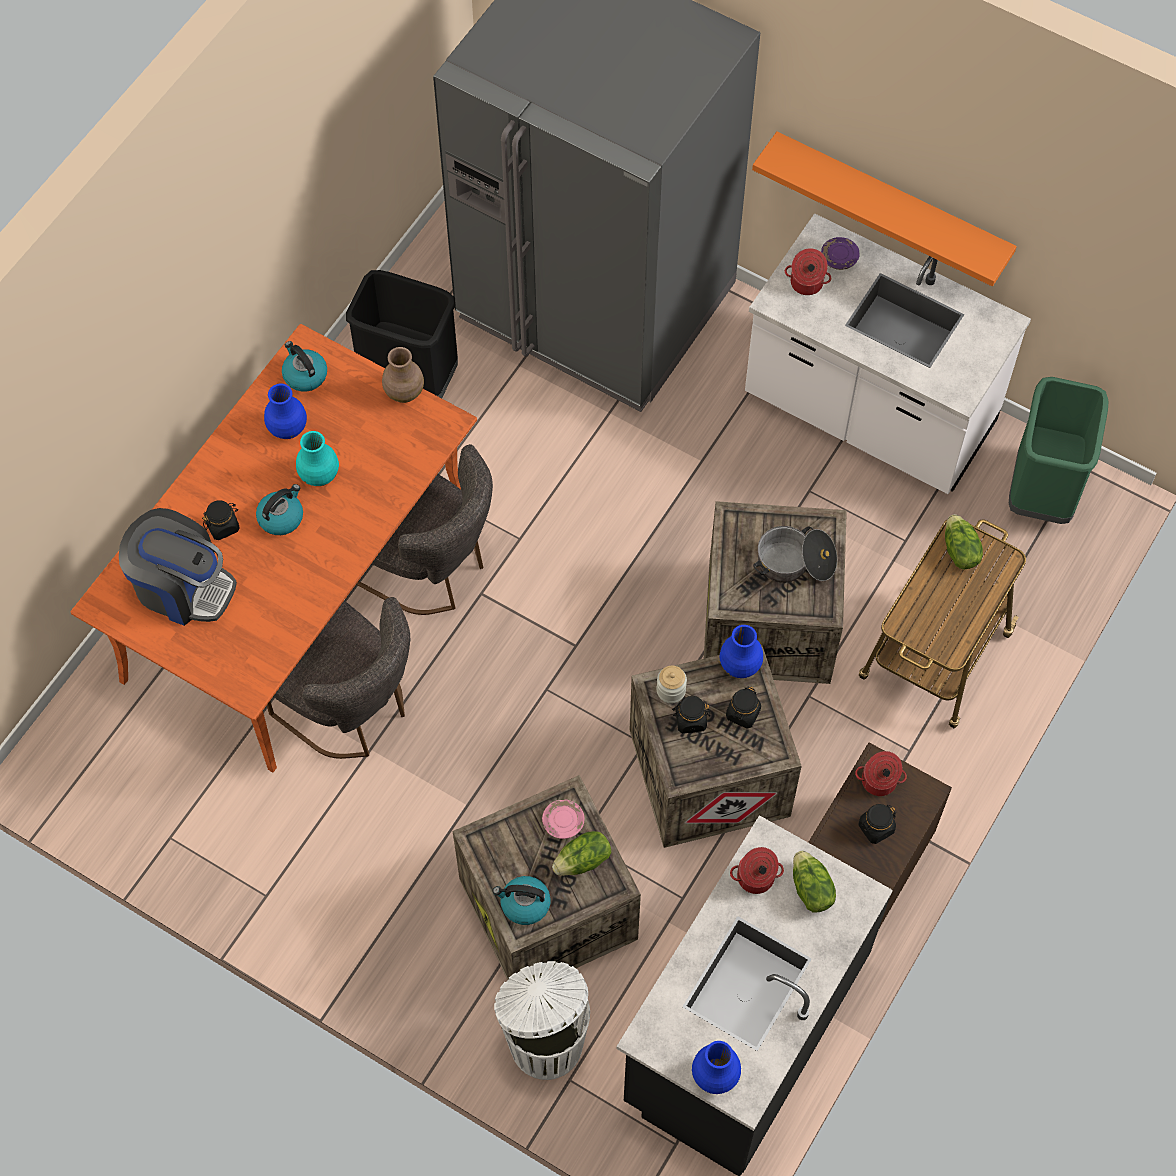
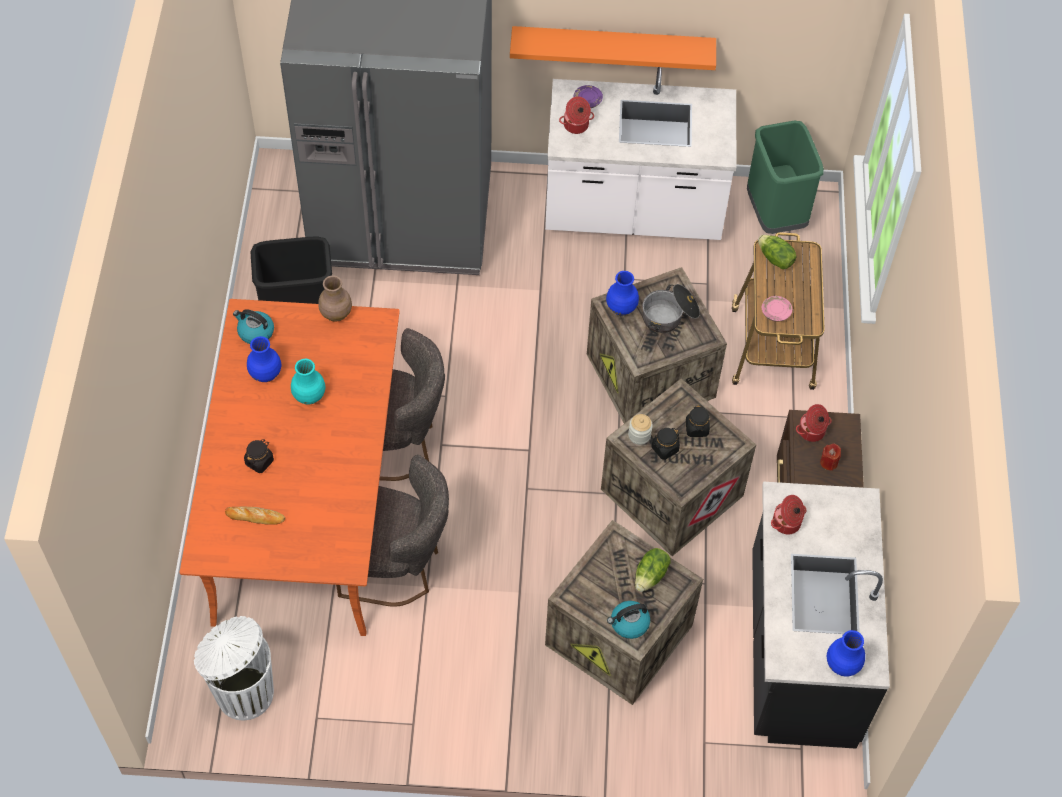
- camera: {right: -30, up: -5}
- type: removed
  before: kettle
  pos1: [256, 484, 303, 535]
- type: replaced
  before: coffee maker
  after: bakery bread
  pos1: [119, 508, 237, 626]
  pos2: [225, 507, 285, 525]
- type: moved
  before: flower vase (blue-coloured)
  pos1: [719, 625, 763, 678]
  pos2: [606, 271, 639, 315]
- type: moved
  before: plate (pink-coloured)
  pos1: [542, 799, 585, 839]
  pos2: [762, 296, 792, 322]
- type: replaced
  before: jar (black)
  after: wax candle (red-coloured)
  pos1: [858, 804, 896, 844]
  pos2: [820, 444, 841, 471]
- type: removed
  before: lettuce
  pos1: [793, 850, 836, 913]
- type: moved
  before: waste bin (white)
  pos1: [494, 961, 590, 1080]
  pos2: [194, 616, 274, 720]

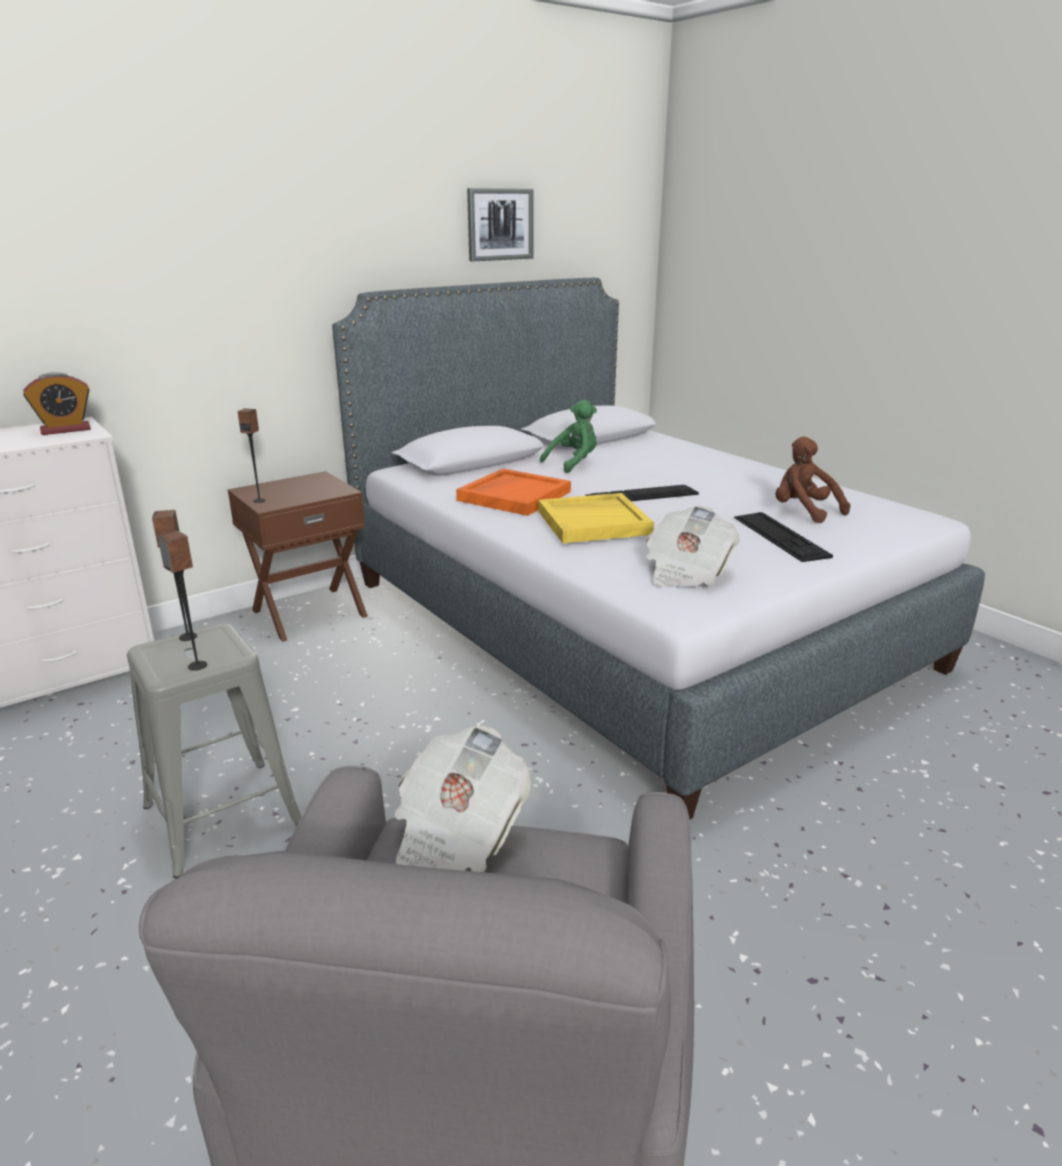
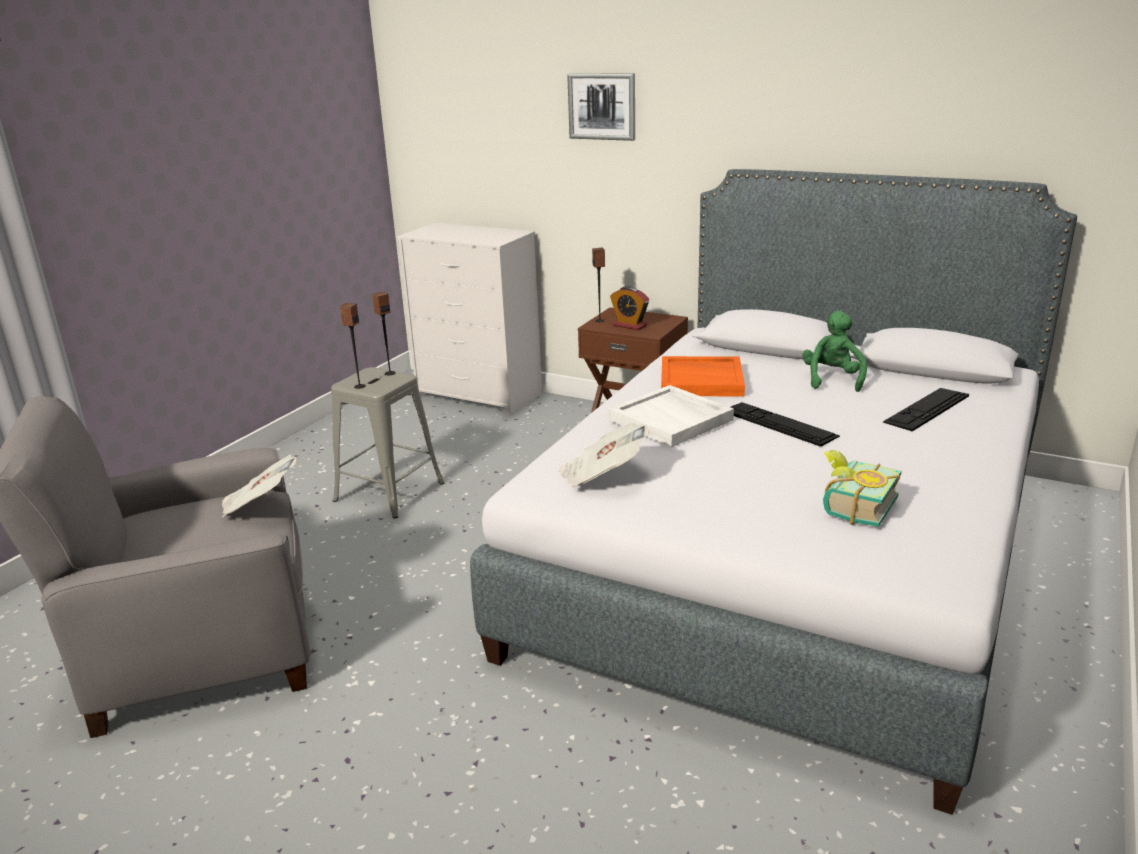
- camera: {right: 65, up: 0}
- type: moved
  before: picture
  pos1: [467, 188, 533, 261]
  pos2: [567, 73, 635, 141]
- type: moved
  before: alarm clock
  pos1: [23, 372, 91, 435]
  pos2: [610, 286, 649, 330]
- type: turned
  before: plush toy (greenish)
  pos1: [540, 400, 597, 473]
  pos2: [802, 311, 867, 392]
  turn: -105
- type: replaced
  before: plush toy (brown)
  after: book
  pos1: [775, 437, 850, 523]
  pos2: [823, 450, 901, 527]
- type: recoloured
  before: carrying tray (yellow)
  after: carrying tray (white)
  pos1: [538, 493, 654, 543]
  pos2: [608, 385, 734, 447]
- type: moved
  before: computer keyboard
  pos1: [734, 512, 833, 562]
  pos2: [883, 388, 969, 431]

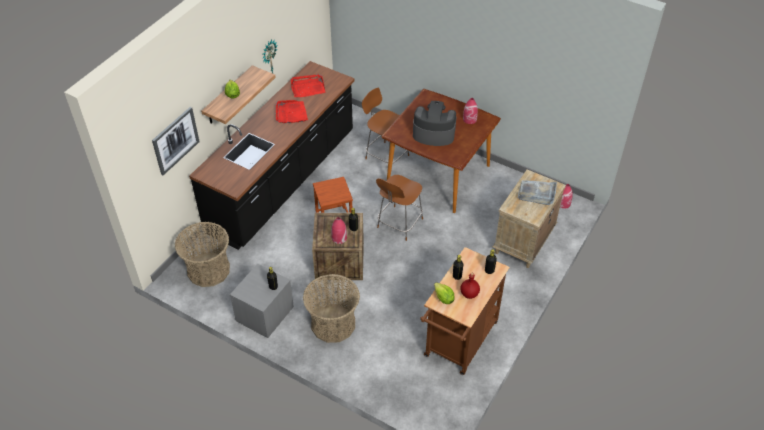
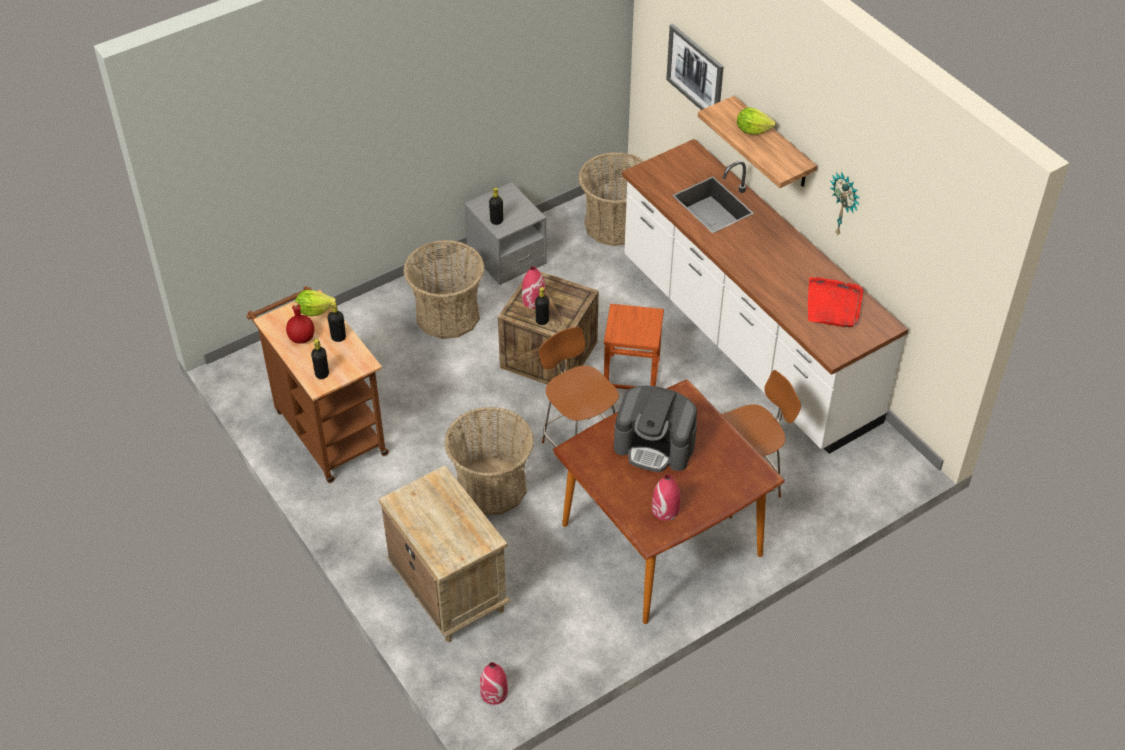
- camera: {right: 115, up: 0}
- type: recoloured
  before: kitchen base unit (black)
  after: kitchen base unit (white)
  pos1: [189, 61, 354, 250]
  pos2: [622, 139, 908, 454]
- type: removed
  before: carrying tray (red-coloured)
  pos1: [276, 100, 308, 123]
- type: turned
  before: coffee maker
  pos1: [413, 101, 456, 146]
  pos2: [614, 386, 697, 472]
  turn: 75
- type: removed
  before: carrying tray (gray)
  pos1: [518, 180, 557, 205]
- type: added
  after: storage basket
  pos2: [444, 407, 534, 515]

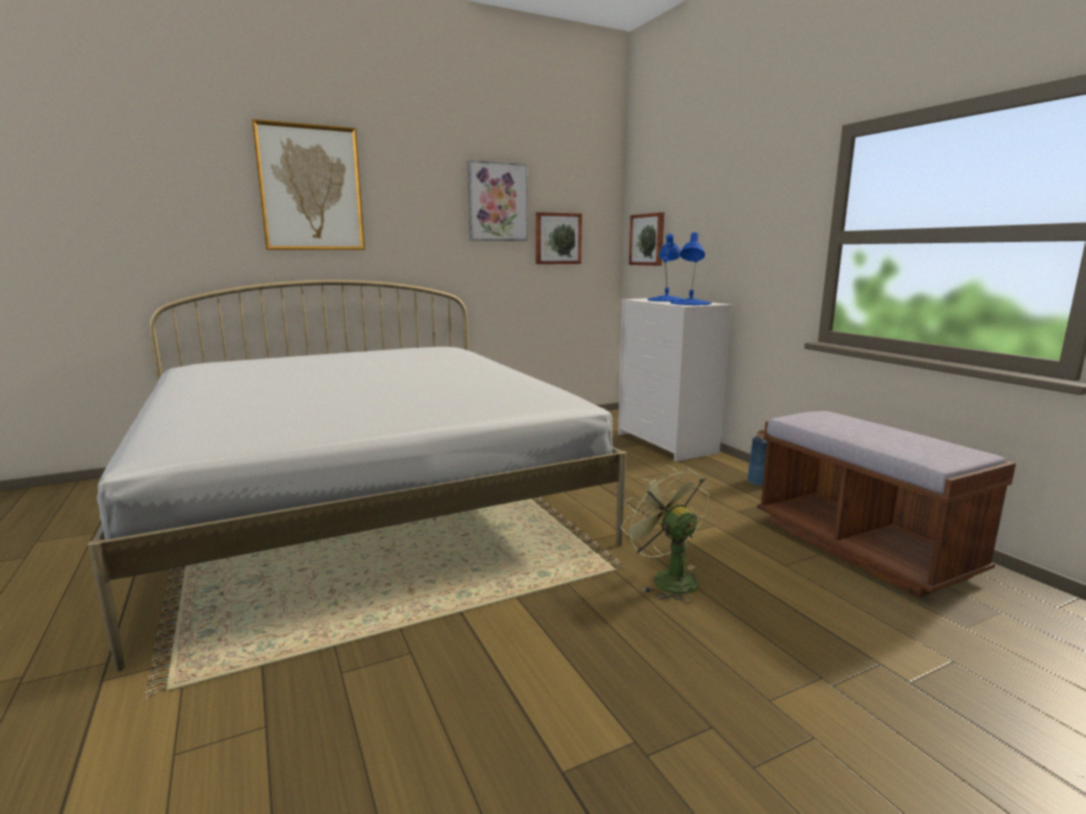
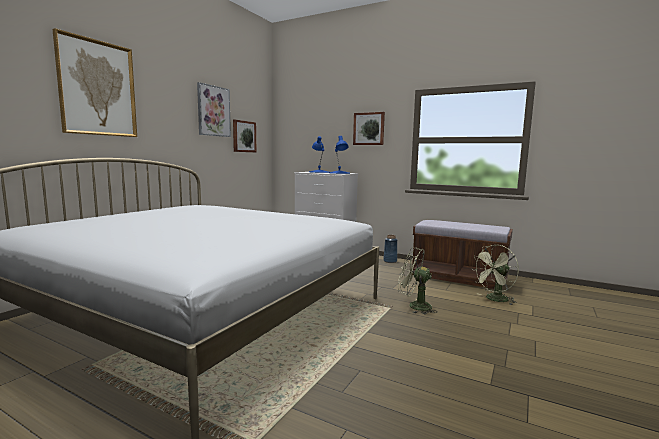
- camera: {right: -35, up: -5}
- type: moved
  before: picture
  pos1: [629, 212, 664, 266]
  pos2: [353, 112, 385, 145]
- type: added
  after: electric fan (greenish)
  pos2: [471, 245, 519, 305]

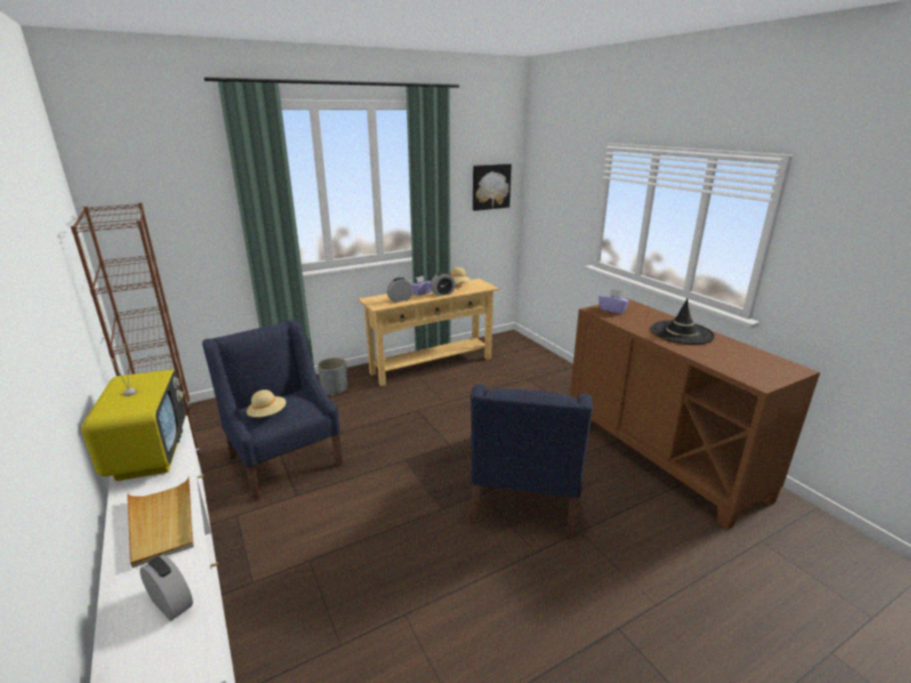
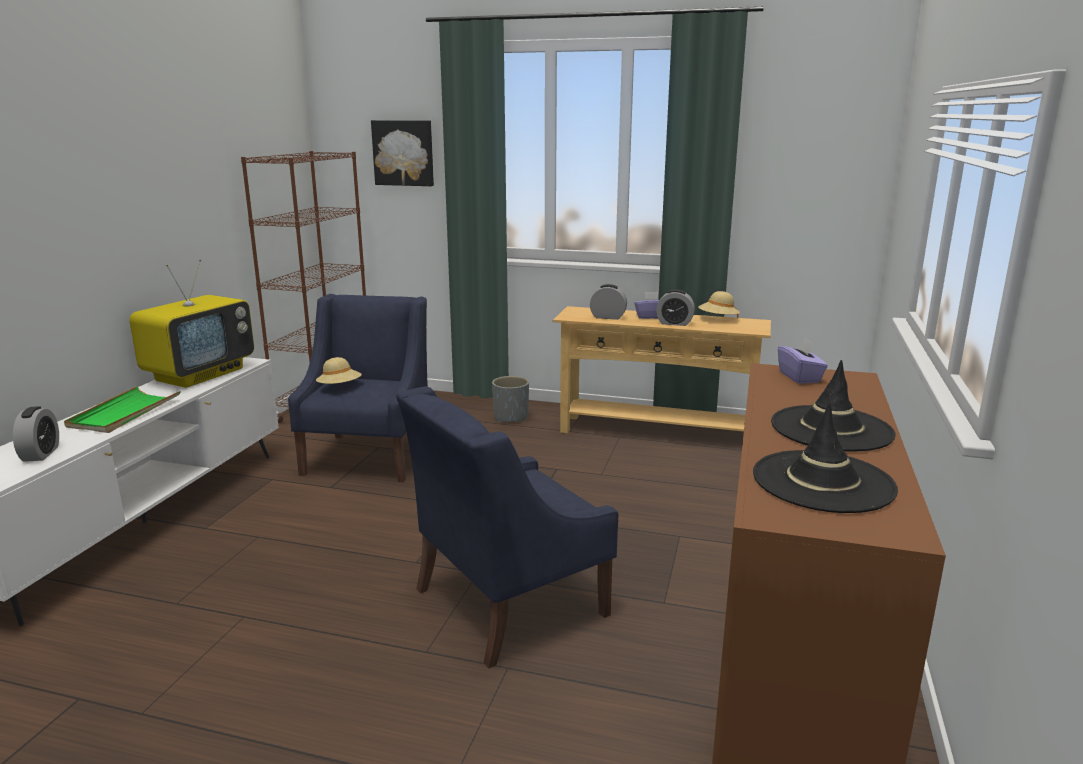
- camera: {right: 45, up: -5}
- type: moved
  before: picture
  pos1: [473, 164, 511, 211]
  pos2: [371, 120, 434, 186]
- type: recoloured
  before: carrying tray (sand-coloured)
  after: carrying tray (greenish)
  pos1: [127, 476, 194, 568]
  pos2: [64, 386, 181, 433]
- type: added
  after: clothing hat (black)
  pos2: [753, 402, 898, 513]

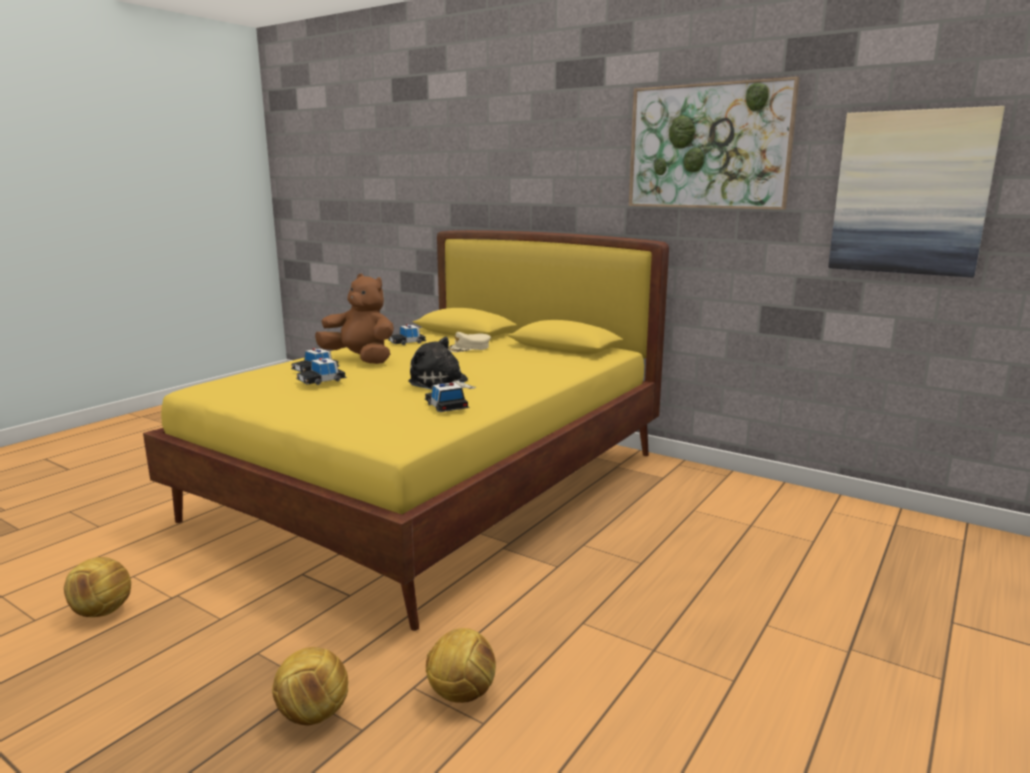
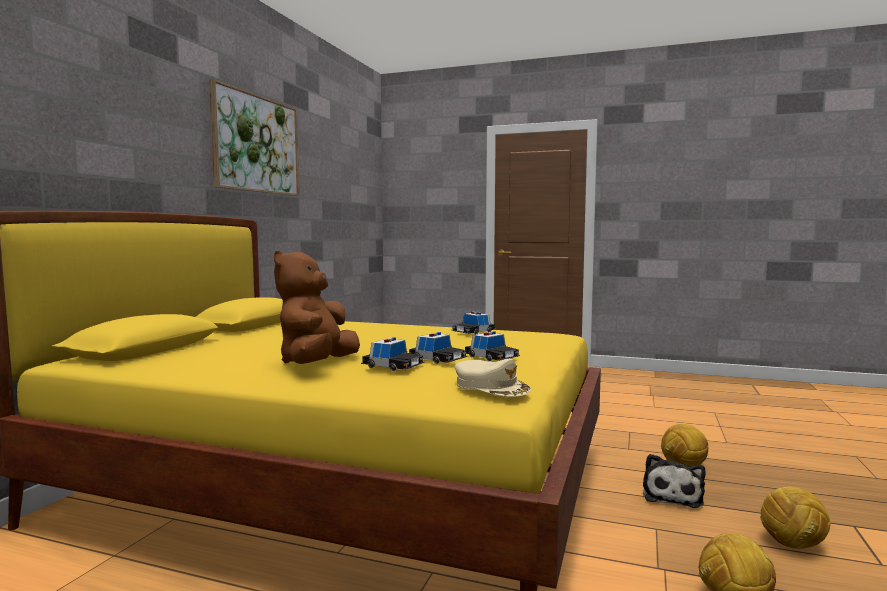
- camera: {right: -105, up: -10}
- type: removed
  before: picture
  pos1: [828, 106, 1005, 277]
- type: moved
  before: toy car
  pos1: [388, 324, 427, 345]
  pos2: [465, 331, 520, 361]
- type: moved
  before: peaked cap (sand-coloured)
  pos1: [448, 332, 491, 352]
  pos2: [455, 359, 531, 397]
- type: moved
  before: plush toy
  pos1: [408, 337, 476, 390]
  pos2: [643, 454, 706, 508]
- type: moved
  before: football
  pos1: [426, 628, 496, 703]
  pos2: [760, 486, 831, 549]

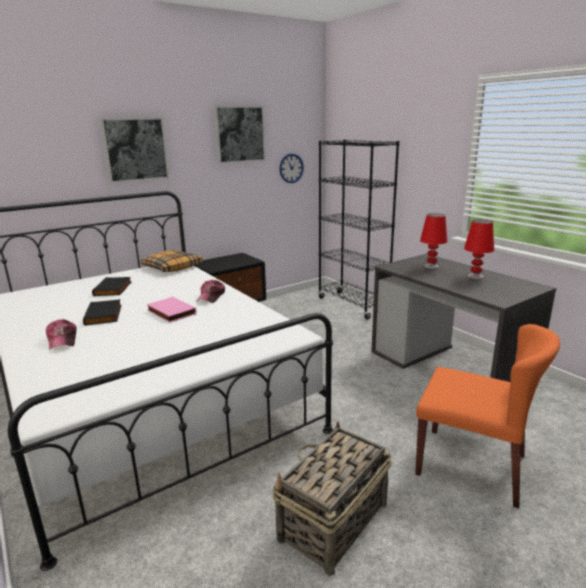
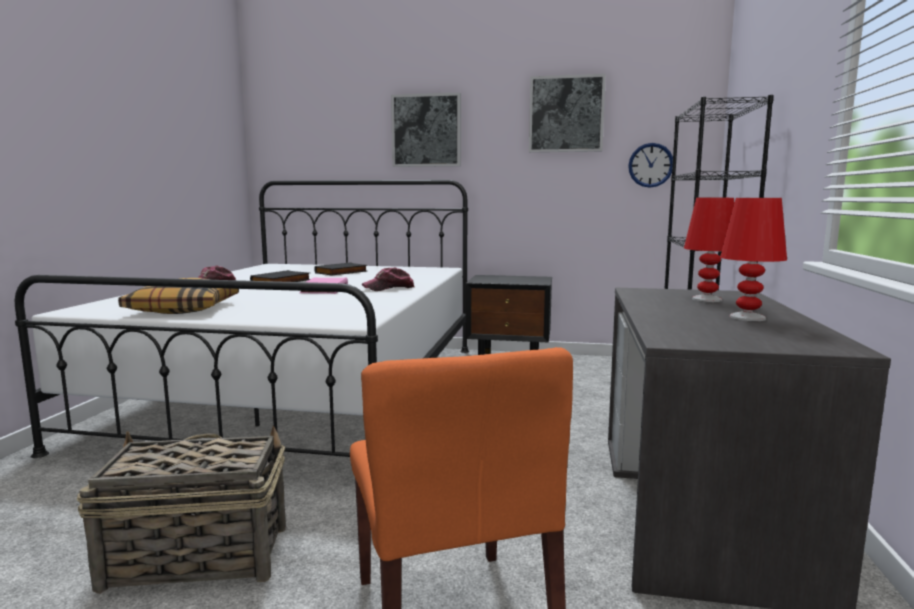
- camera: {right: 45, up: -10}
- type: moved
  before: cushion
  pos1: [141, 250, 203, 272]
  pos2: [118, 278, 239, 314]

